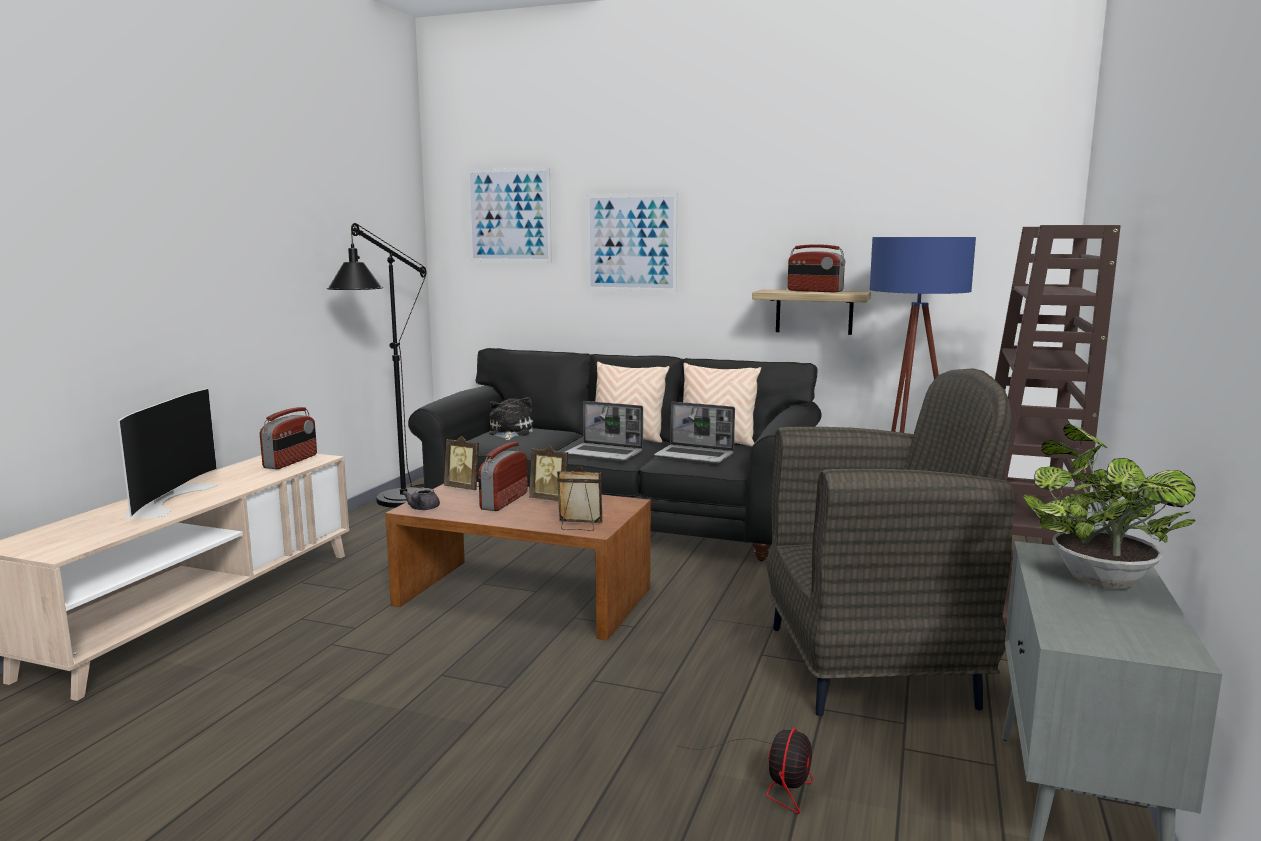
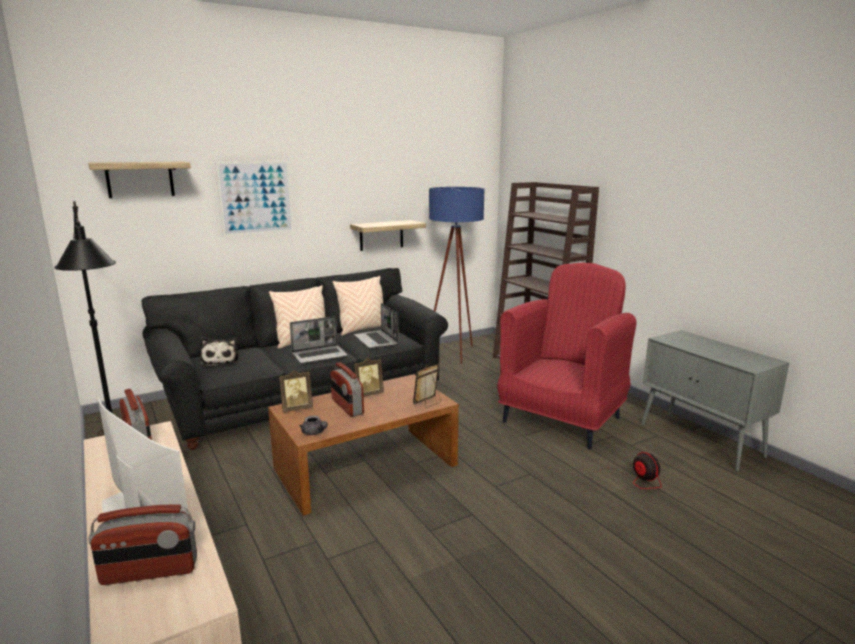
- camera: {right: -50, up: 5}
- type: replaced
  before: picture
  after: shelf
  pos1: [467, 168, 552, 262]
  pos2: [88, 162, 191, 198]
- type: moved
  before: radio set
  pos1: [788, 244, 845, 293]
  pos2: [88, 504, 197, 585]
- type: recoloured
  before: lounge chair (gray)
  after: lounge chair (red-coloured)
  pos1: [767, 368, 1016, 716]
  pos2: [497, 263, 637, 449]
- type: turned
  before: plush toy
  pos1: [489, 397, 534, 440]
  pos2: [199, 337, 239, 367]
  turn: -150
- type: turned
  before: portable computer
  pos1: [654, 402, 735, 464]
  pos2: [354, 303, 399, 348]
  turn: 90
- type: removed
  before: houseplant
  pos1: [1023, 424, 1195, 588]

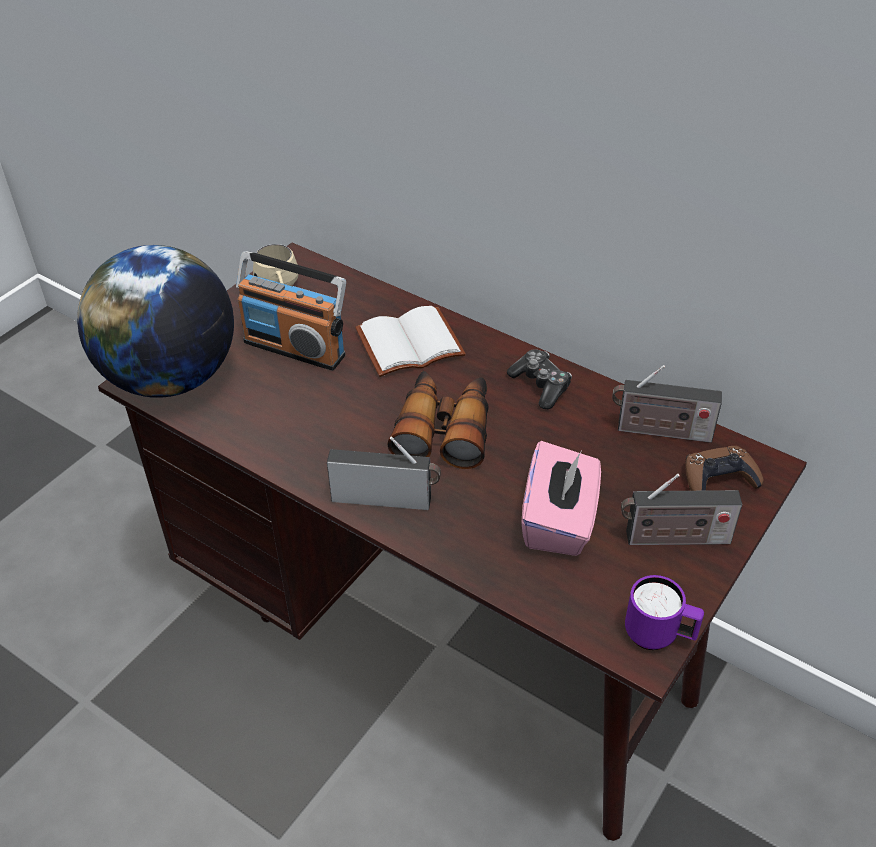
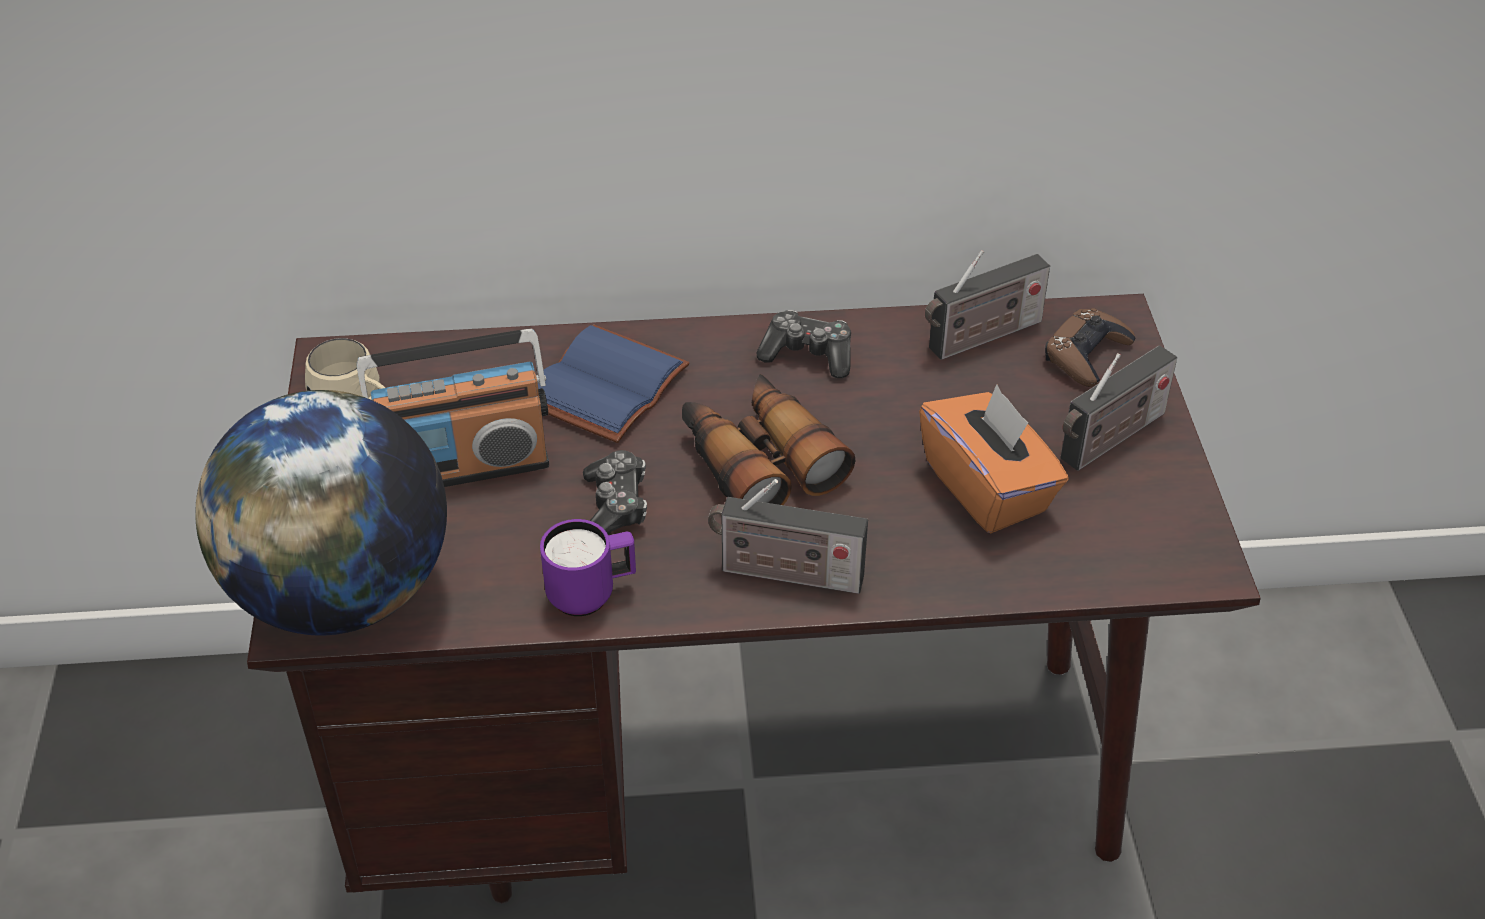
- camera: {right: -40, up: 0}
- type: recoloured
  before: book (white)
  after: book (blue-coloured)
  pos1: [355, 306, 466, 377]
  pos2: [538, 325, 689, 443]
- type: turned
  before: radio set
  pos1: [327, 437, 441, 510]
  pos2: [708, 479, 868, 594]
  turn: -135
- type: recoloured
  before: tissue box (pink-coloured)
  after: tissue box (orangey)
  pos1: [521, 441, 601, 556]
  pos2: [919, 384, 1069, 533]
- type: moved
  before: mug (purple-coloured)
  pos1: [625, 575, 704, 650]
  pos2: [540, 519, 636, 616]
- type: added
  after: game controller
  pos2: [583, 450, 647, 535]

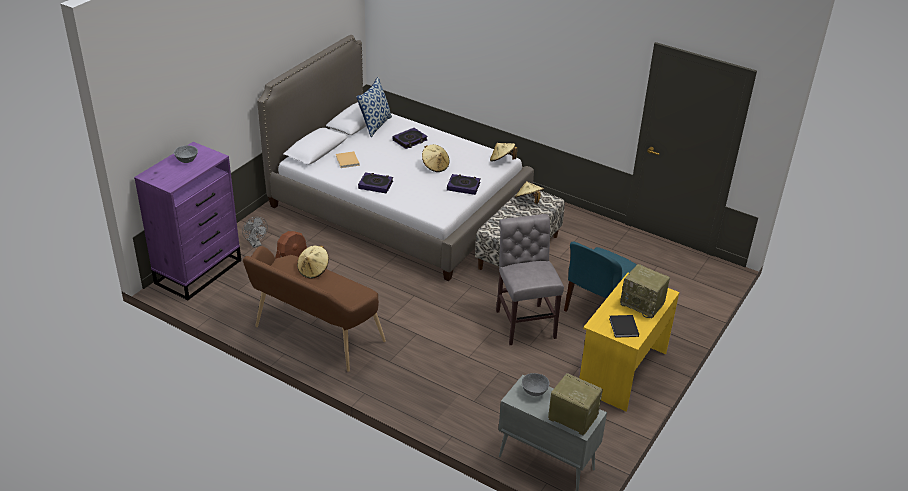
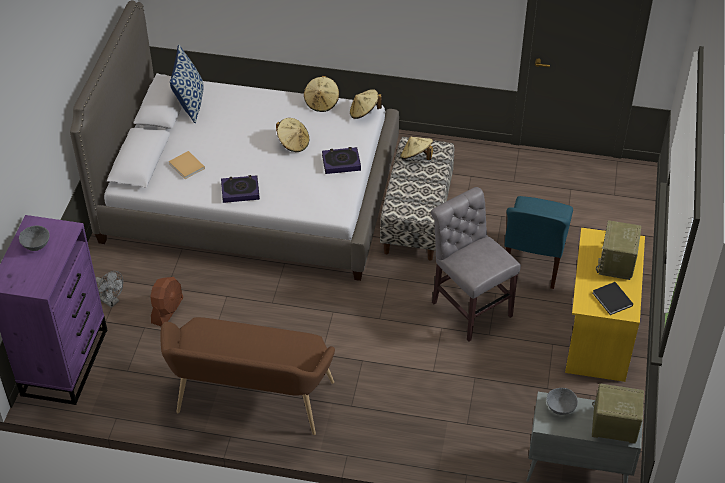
- camera: {right: -20, up: 10}
- type: removed
  before: book
  pos1: [393, 128, 428, 149]
- type: moved
  before: clothing hat (sand-coloured)
  pos1: [297, 245, 329, 279]
  pos2: [304, 76, 339, 112]
- type: turned
  before: radio set
  pos1: [620, 264, 670, 319]
  pos2: [596, 220, 641, 280]
  turn: 90

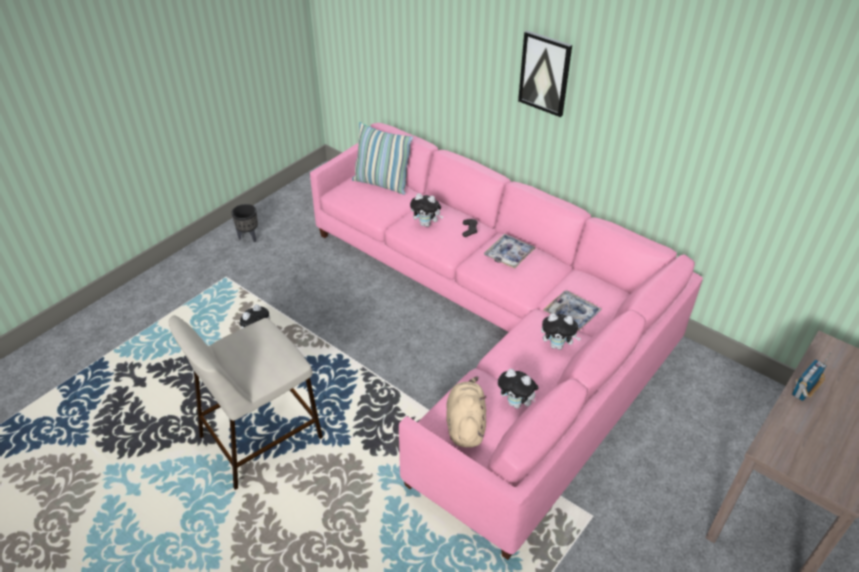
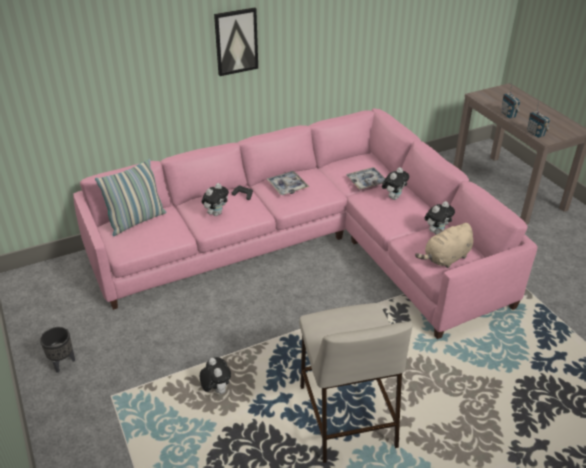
- camera: {right: -65, up: -5}
- type: turned
  before: plush toy (sand-coloured)
  pos1: [446, 376, 486, 448]
  pos2: [415, 223, 473, 268]
  turn: -60
- type: added
  after: radio set
  pos2: [527, 101, 550, 138]

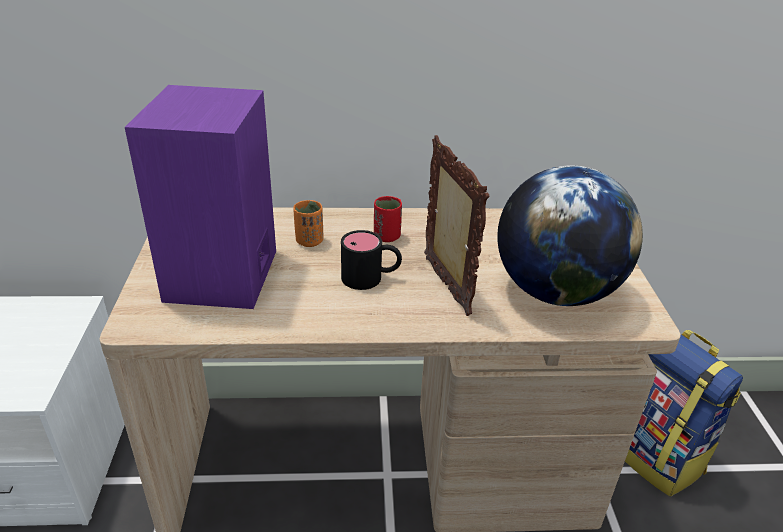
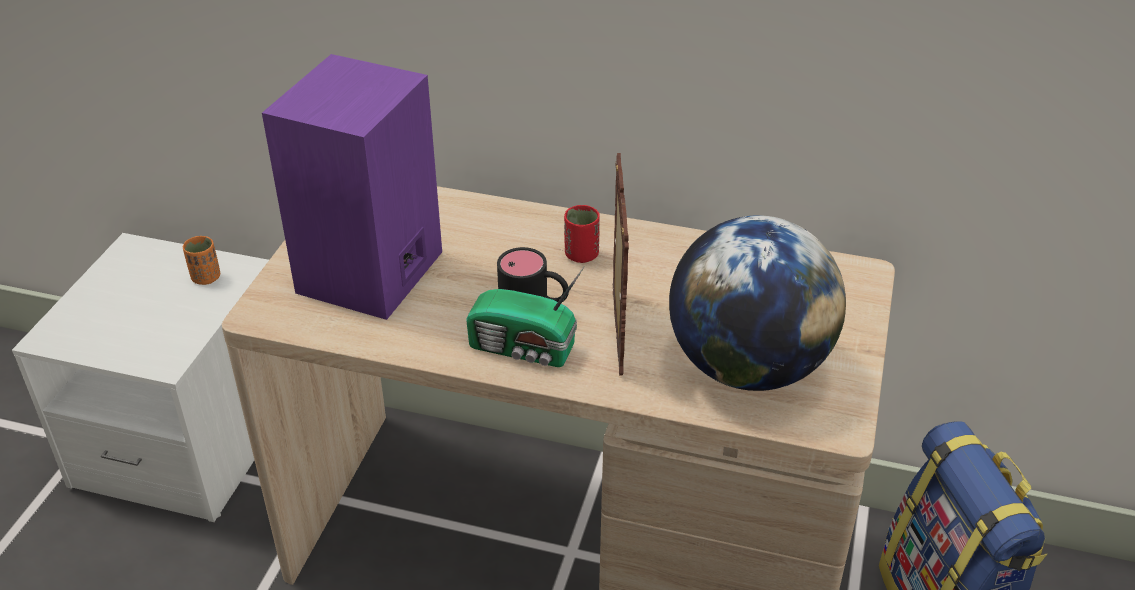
- camera: {right: 20, up: 5}
- type: moved
  before: cup (orangey)
  pos1: [293, 200, 323, 247]
  pos2: [183, 236, 220, 285]
- type: added
  after: radio set
  pos2: [466, 267, 584, 367]

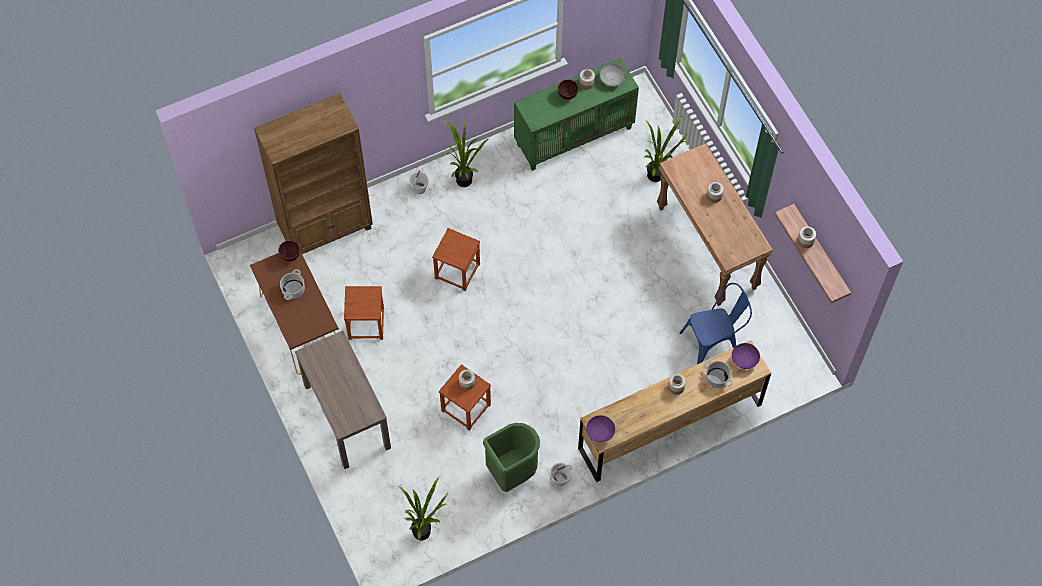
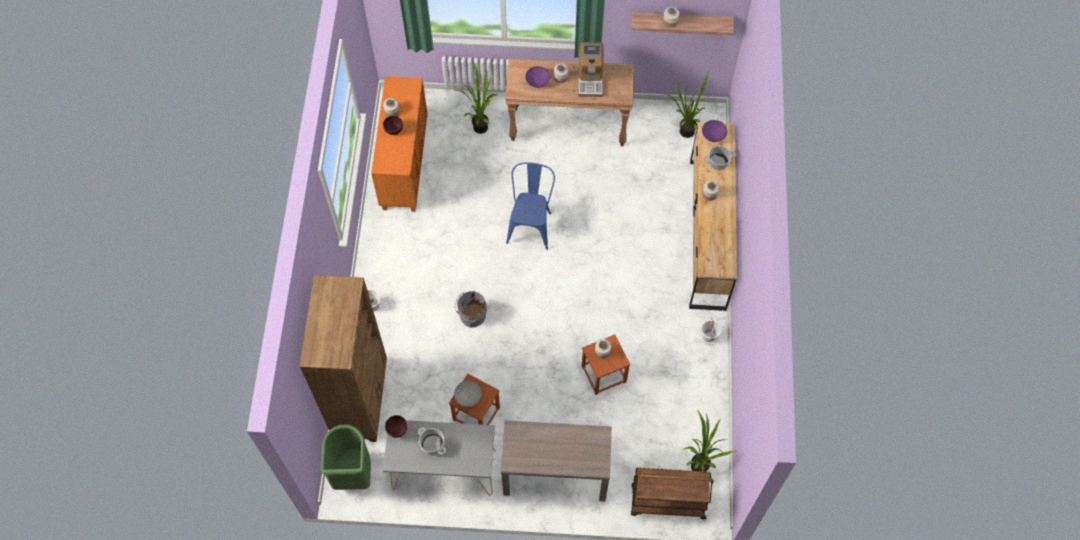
- camera: {right: -60, up: 0}
- type: recoloured
  before: storage cabinet (greenish)
  after: storage cabinet (orangey)
  pos1: [514, 58, 639, 171]
  pos2: [371, 76, 428, 212]
- type: moved
  before: bowl (gray)
  pos1: [600, 64, 626, 87]
  pos2: [454, 381, 482, 407]
- type: moved
  before: houseplant
  pos1: [442, 118, 488, 187]
  pos2: [666, 72, 708, 138]
- type: replaced
  before: stool seat (brown)
  after: water bucket (gray)
  pos1: [432, 228, 480, 291]
  pos2: [455, 291, 487, 328]
- type: recoloured
  before: console table (brown)
  after: console table (gray)
  pos1: [250, 251, 339, 375]
  pos2: [383, 420, 496, 496]
- type: moved
  before: upright chair (blue-coloured)
  pos1: [680, 283, 752, 364]
  pos2: [506, 162, 555, 250]
- type: moved
  before: bowl (purple-coloured)
  pos1: [586, 416, 615, 442]
  pos2: [525, 66, 551, 88]
- type: moved
  before: waste bin (greenish)
  pos1: [483, 423, 540, 492]
  pos2: [321, 425, 371, 490]
- type: added
  after: coffee maker
  pos2: [578, 42, 604, 97]
- type: added
  after: wheeled cart (brown)
  pos2: [631, 468, 713, 519]

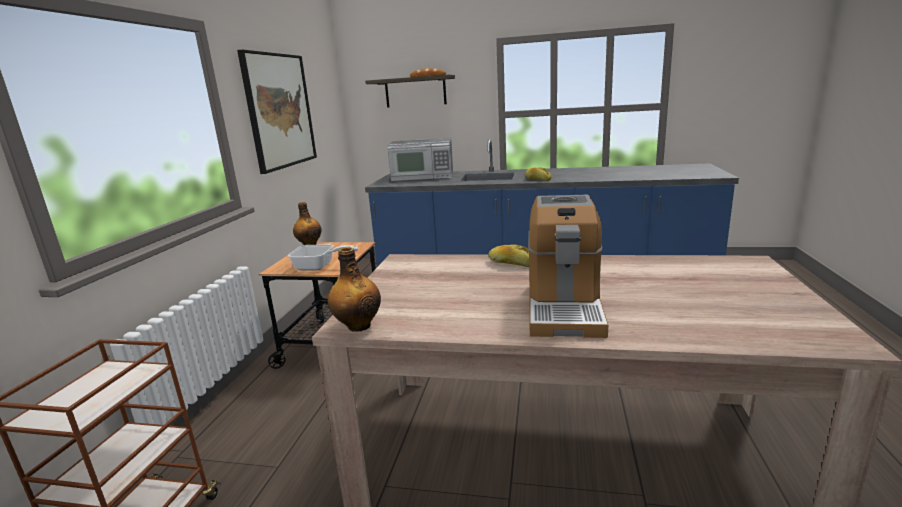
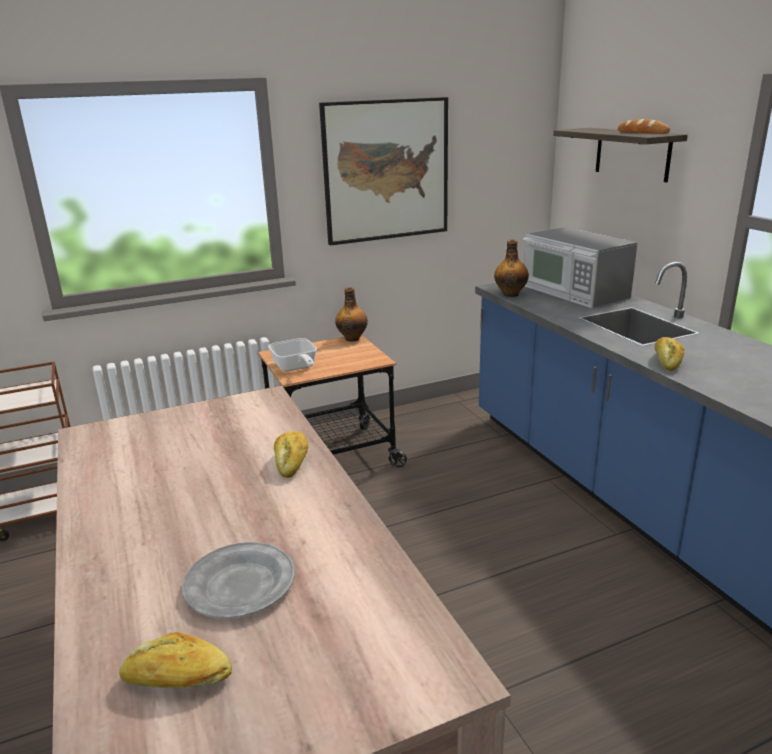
- camera: {right: 55, up: 5}
- type: removed
  before: coffee maker
  pos1: [528, 195, 608, 338]
- type: moved
  before: bottle
  pos1: [328, 247, 381, 332]
  pos2: [494, 240, 529, 297]
- type: added
  after: plate (gray)
  pos2: [182, 542, 295, 619]
- type: added
  after: bakery bread
  pos2: [119, 632, 232, 688]

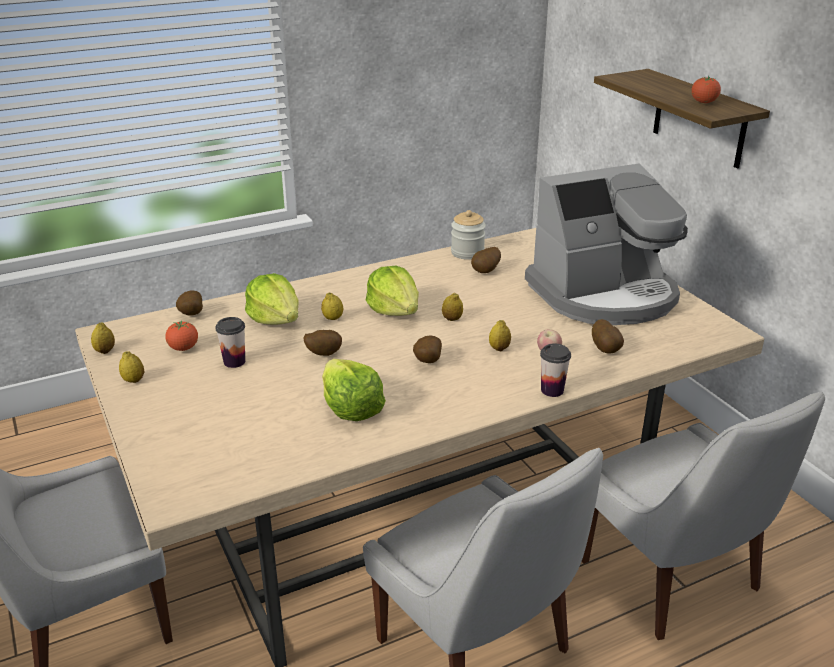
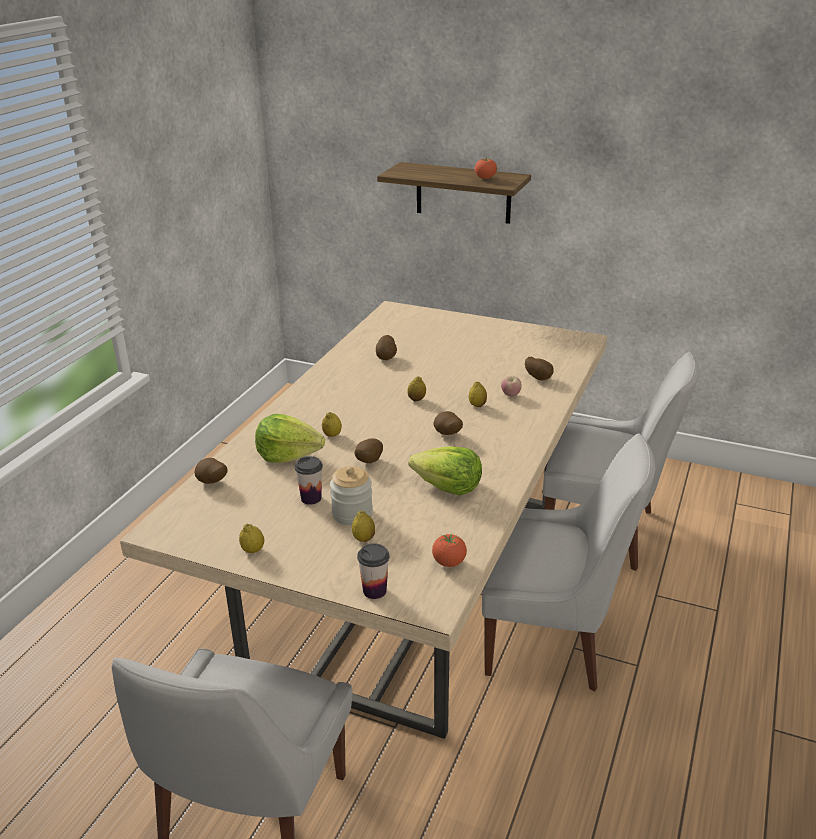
- camera: {right: -40, up: 0}
- type: removed
  before: coffee maker
  pos1: [525, 163, 688, 325]
- type: moved
  before: jar
  pos1: [451, 210, 486, 260]
  pos2: [330, 466, 373, 525]
- type: removed
  before: lettuce
  pos1: [366, 266, 419, 316]
- type: moved
  before: whole tomato
  pos1: [165, 320, 198, 351]
  pos2: [432, 534, 467, 567]
- type: moved
  before: lemon
  pos1: [91, 322, 115, 354]
  pos2: [352, 511, 375, 542]
- type: moved
  before: cup
  pos1: [540, 344, 571, 397]
  pos2: [357, 543, 390, 599]

